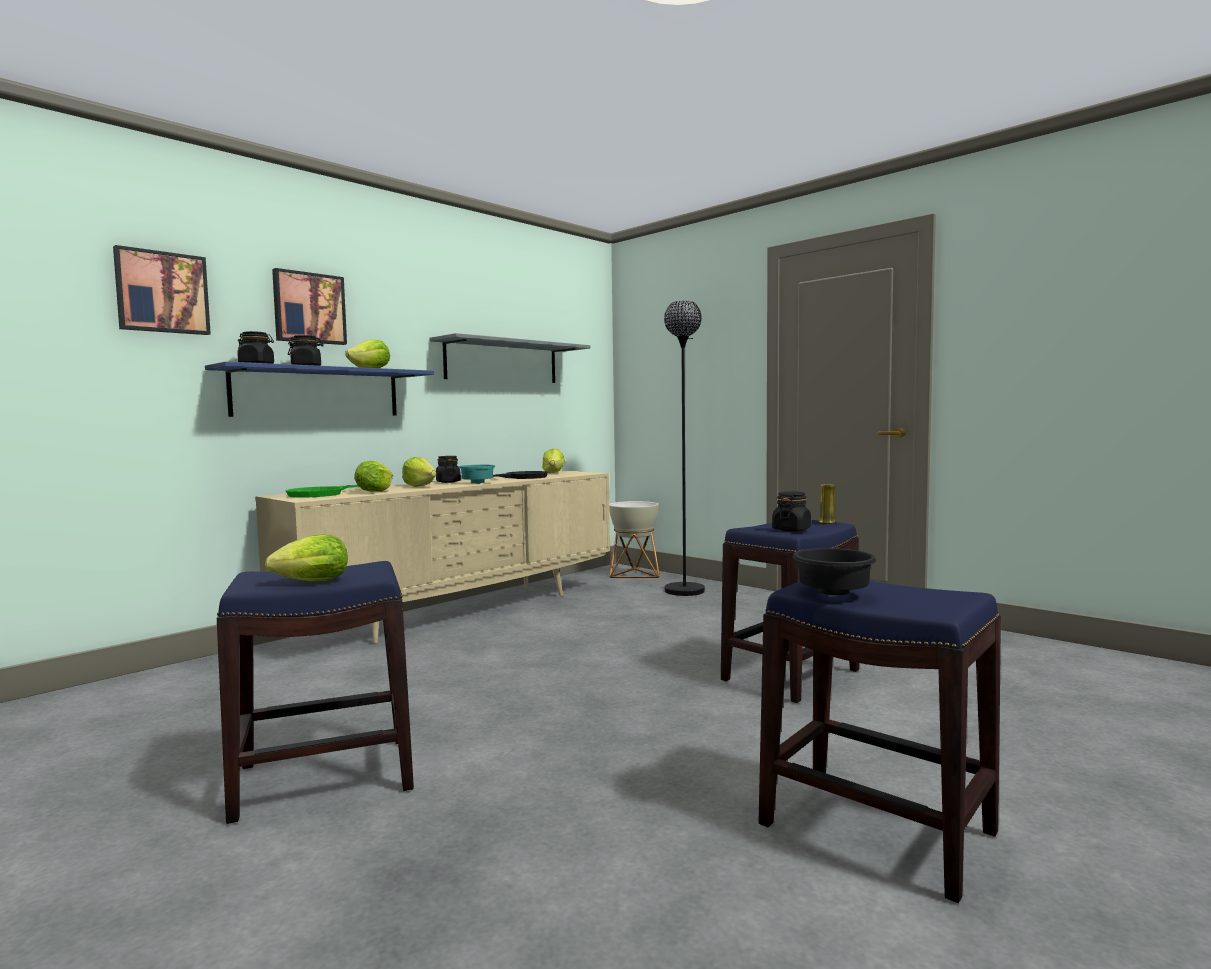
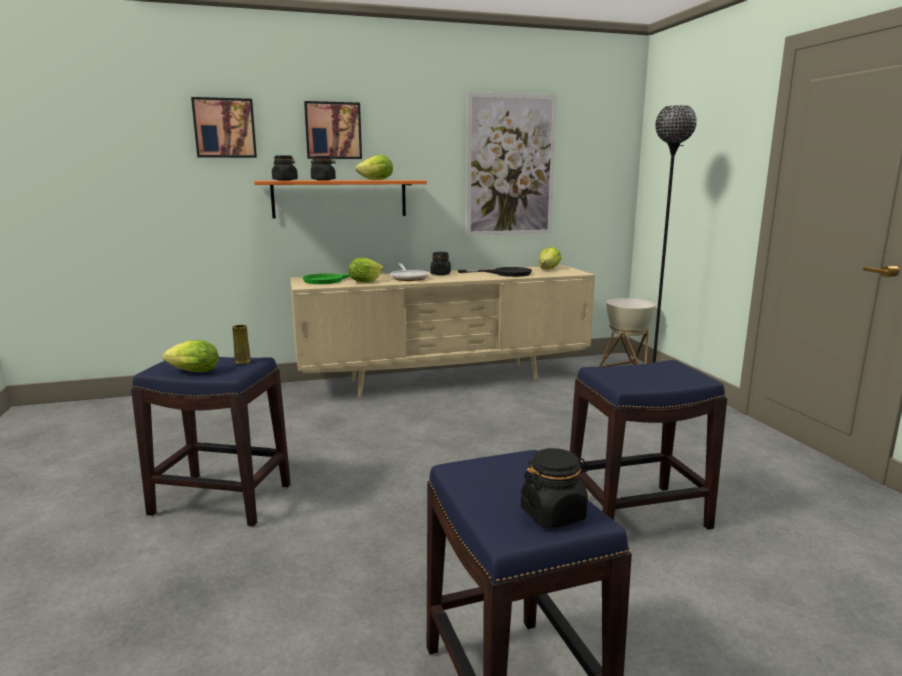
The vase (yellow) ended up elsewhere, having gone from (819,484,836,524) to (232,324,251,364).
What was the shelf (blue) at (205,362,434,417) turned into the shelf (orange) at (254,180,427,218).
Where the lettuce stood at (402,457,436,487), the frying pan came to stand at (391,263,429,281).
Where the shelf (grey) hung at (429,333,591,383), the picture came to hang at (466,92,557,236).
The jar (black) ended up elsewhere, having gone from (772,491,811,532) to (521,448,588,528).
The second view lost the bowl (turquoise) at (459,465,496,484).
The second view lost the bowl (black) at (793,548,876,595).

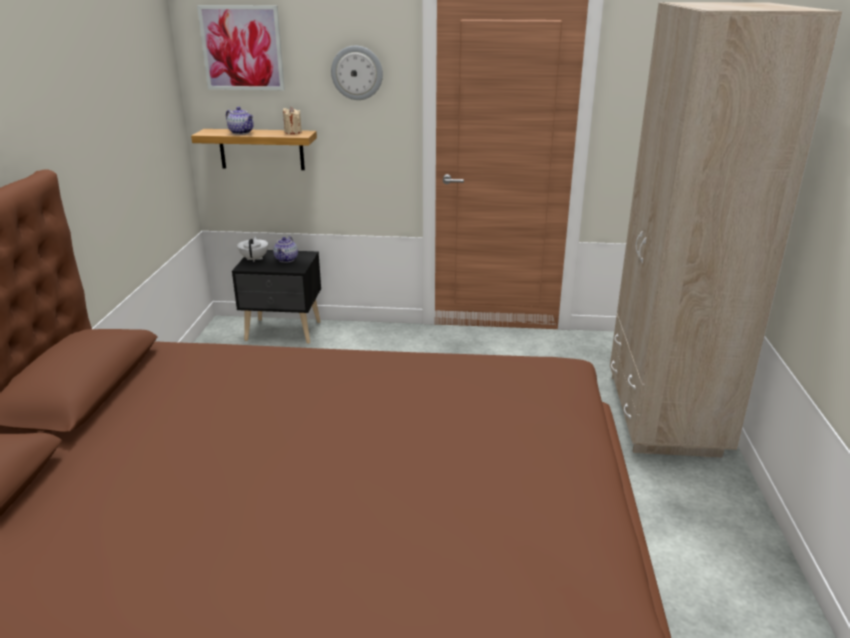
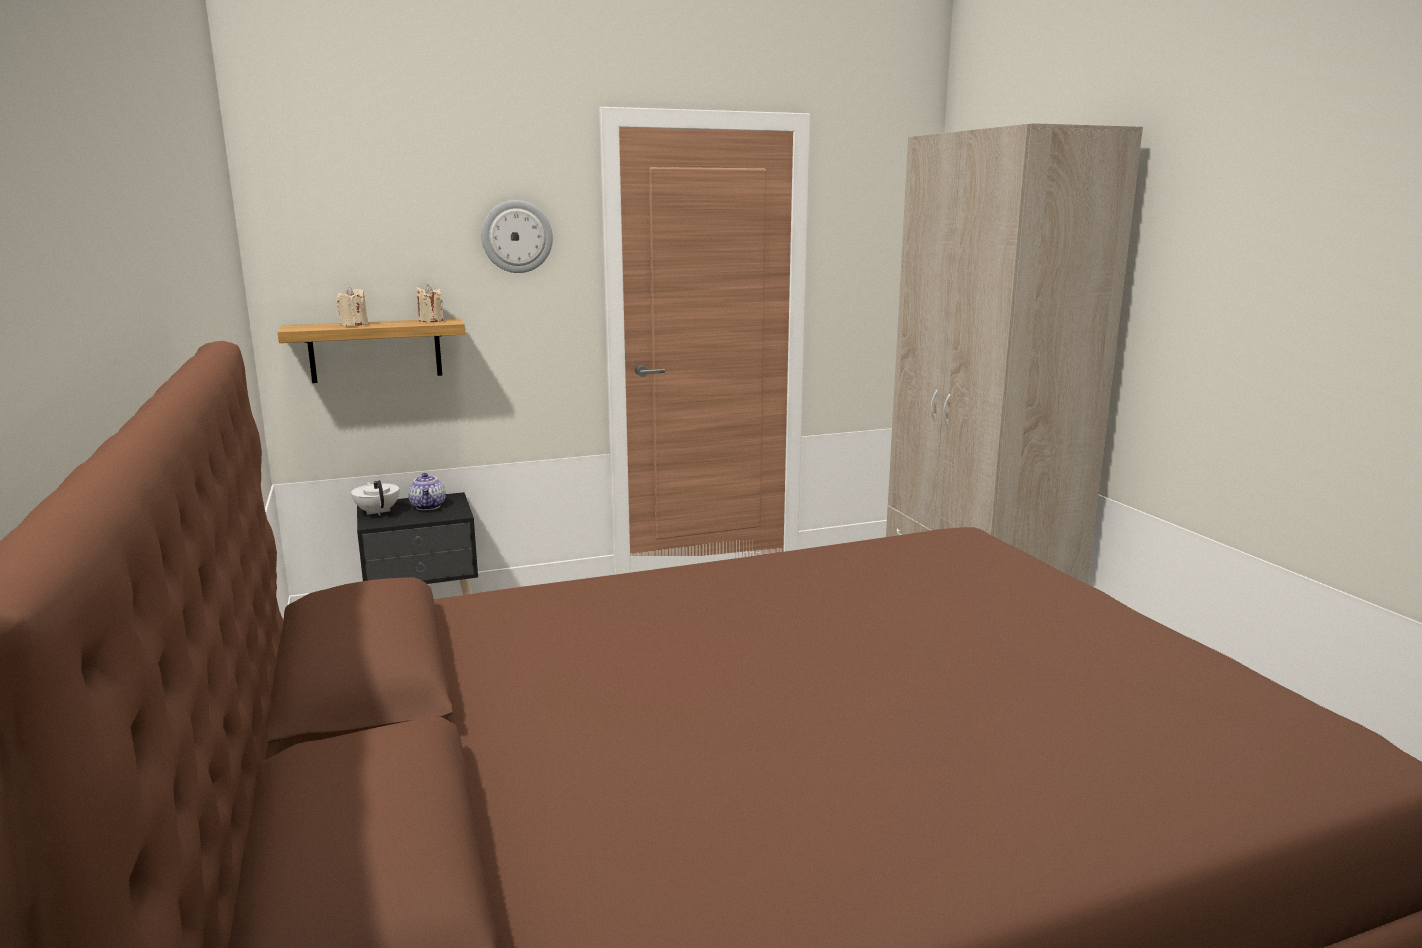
Where the teapot stood at (226,107,254,135), the candle (beige) came to stand at (336,287,368,326).
The second view lost the picture at (197,5,285,90).

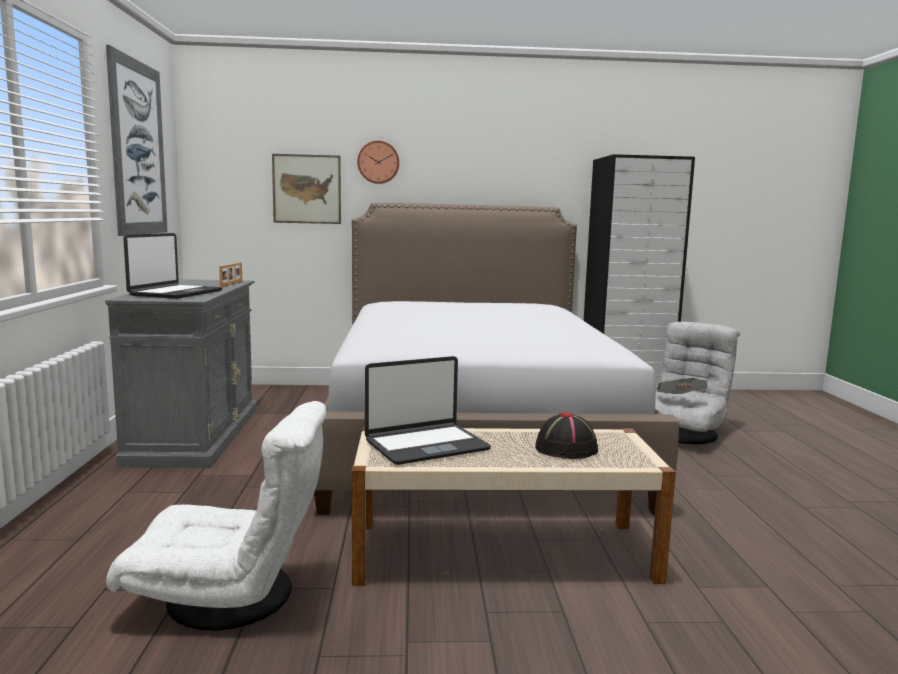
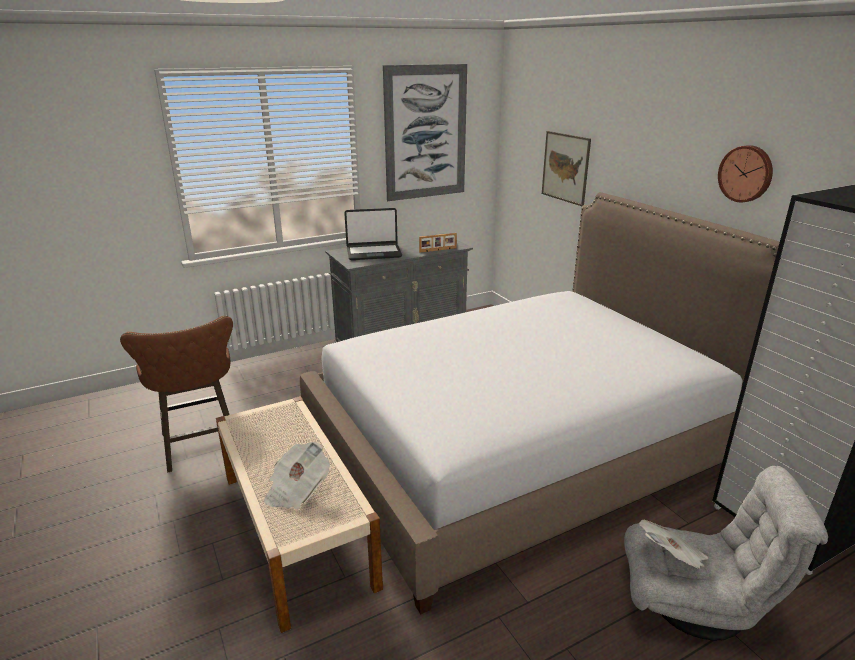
Where the armchair (white) stood at (106,401,326,631), the stool (brown) came to stand at (120,316,239,473).
Where the hat (black) stood at (535,412,598,459), the newspaper came to stand at (264,442,330,510).
The wall clock ended up elsewhere, having gone from (357,141,399,184) to (718,145,773,202).
The second view lost the laptop at (365,356,491,465).

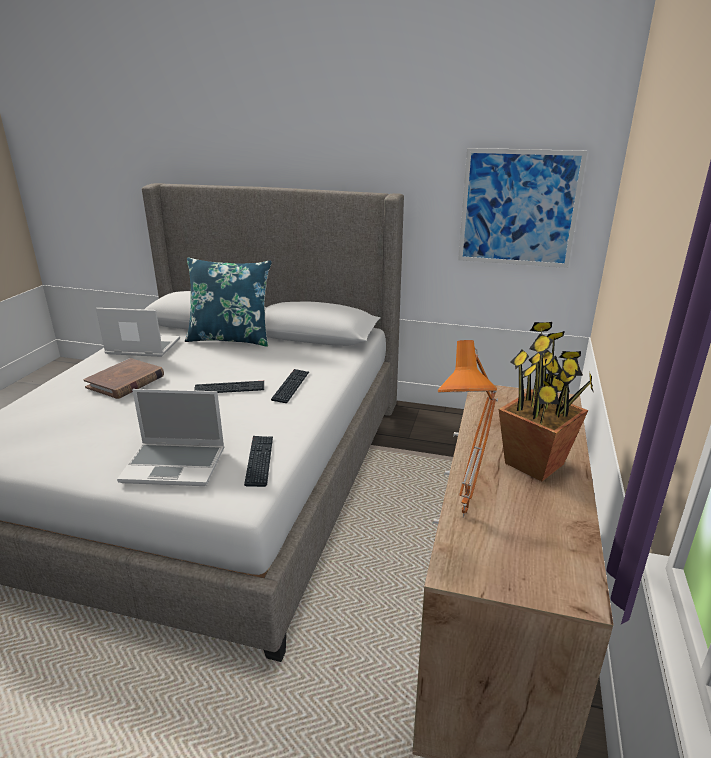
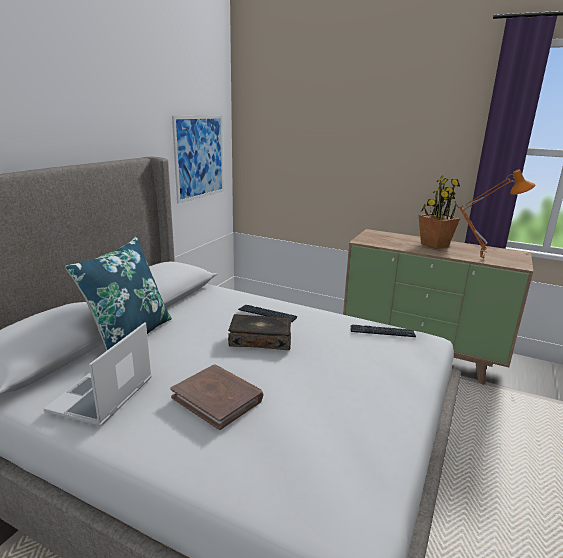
Where the keyboard stood at (194,381,264,393), the book came to stand at (228,314,291,350).
The second view lost the laptop at (117,389,224,486).

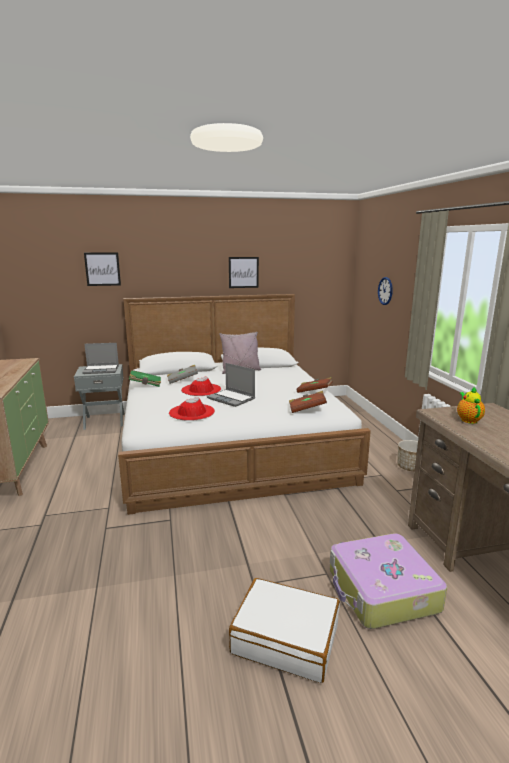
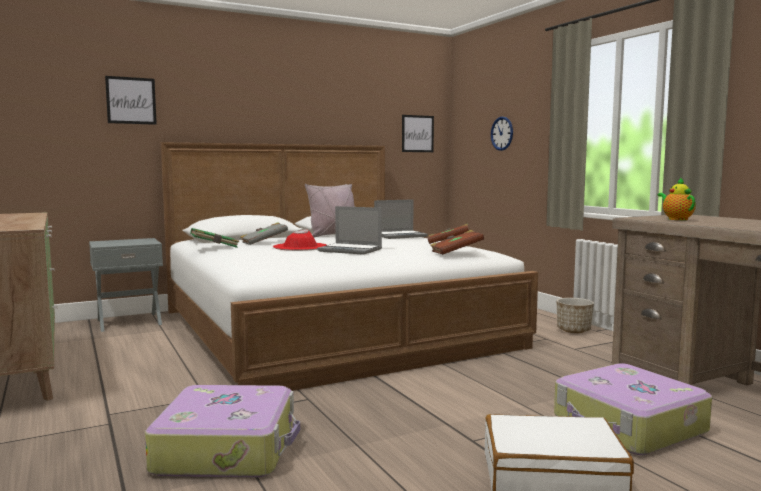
The second view gained the suitcase at (145,385,300,477).
The laptop ended up elsewhere, having gone from (82,343,119,374) to (374,199,428,239).
The picture ended up elsewhere, having gone from (229,257,259,288) to (402,115,434,152).
The second view lost the hat (red) at (169,397,215,421).

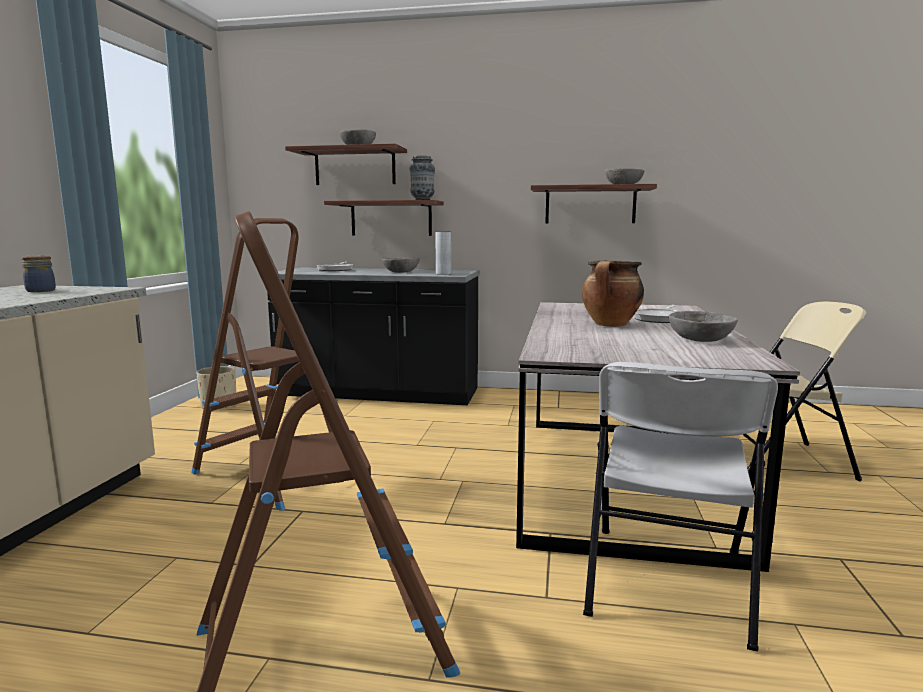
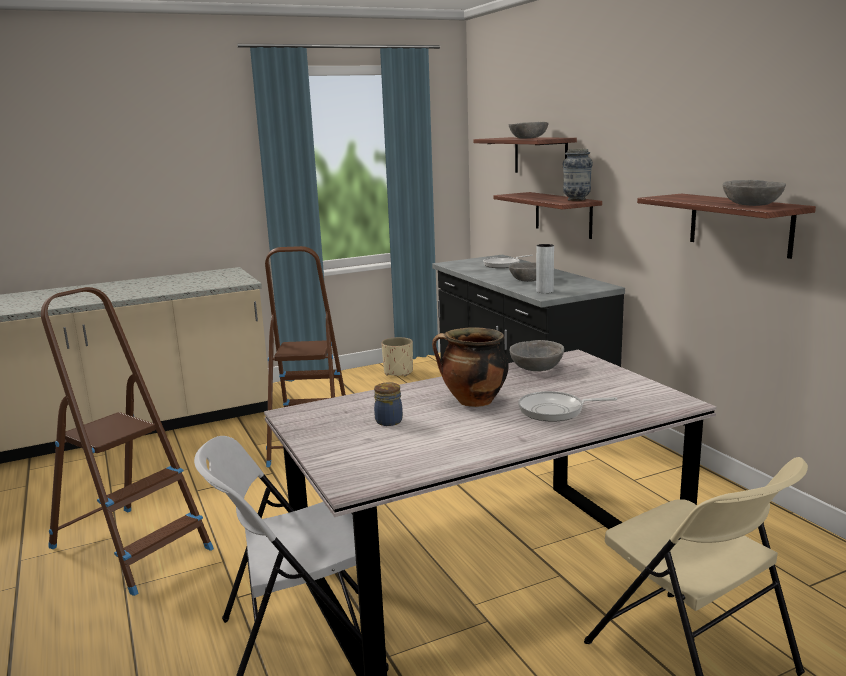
The jar ended up elsewhere, having gone from (22,255,56,292) to (374,382,403,426).
The bowl (grey) ended up elsewhere, having gone from (669,311,738,342) to (510,340,564,371).

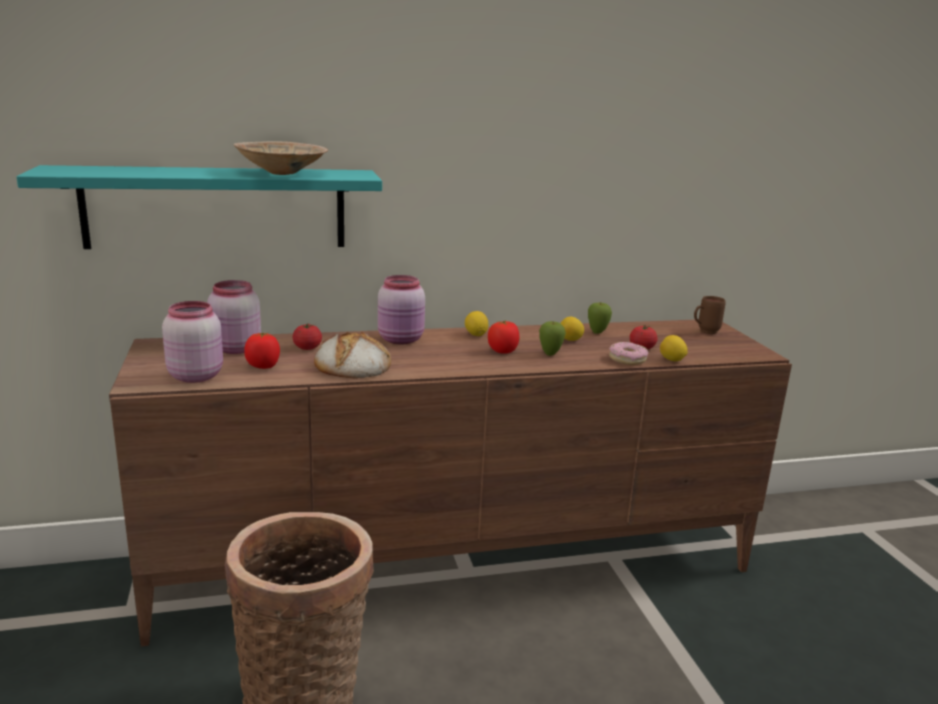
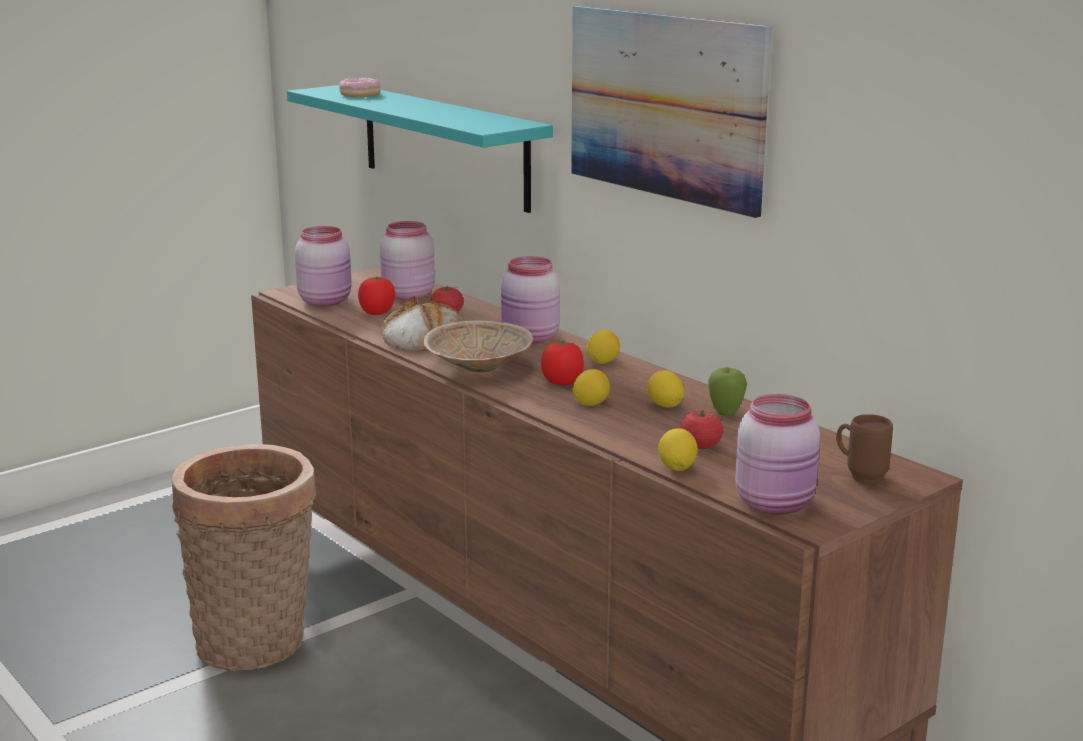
The donut ended up elsewhere, having gone from (609,342,648,365) to (339,77,381,97).
The bowl (beige) ended up elsewhere, having gone from (234,141,328,175) to (423,321,533,373).
The second view gained the picture at (571,6,772,218).
Where the apple stood at (539,321,566,356), the lemon came to stand at (572,369,610,406).
The second view gained the jar (pink) at (735,394,820,515).

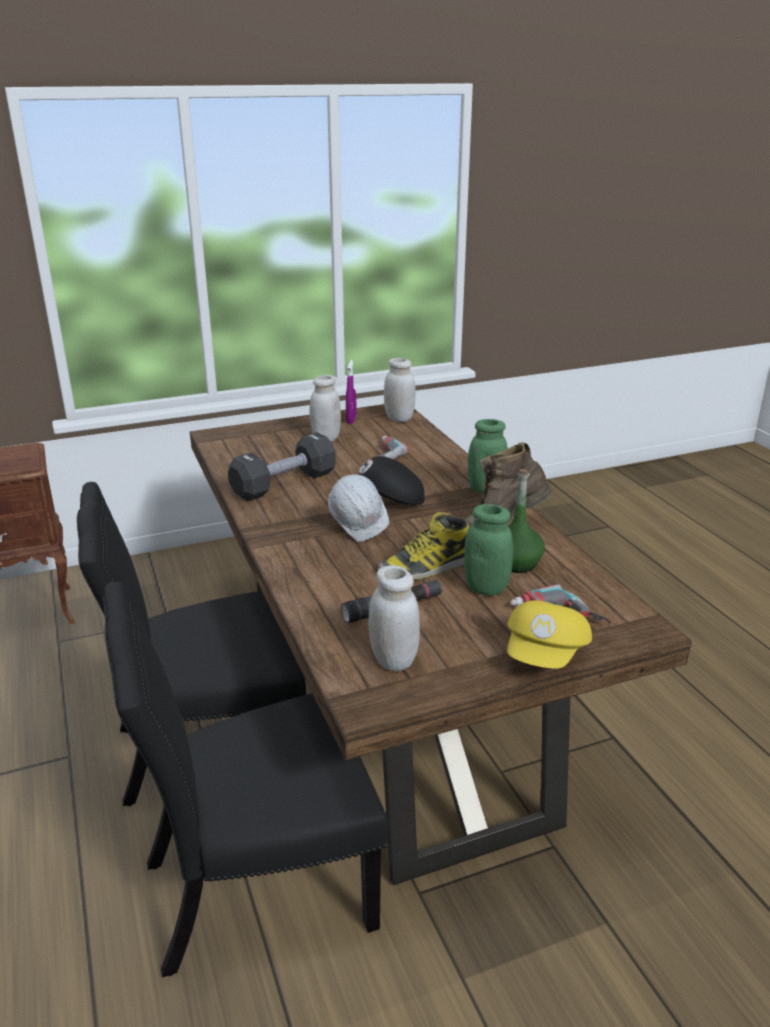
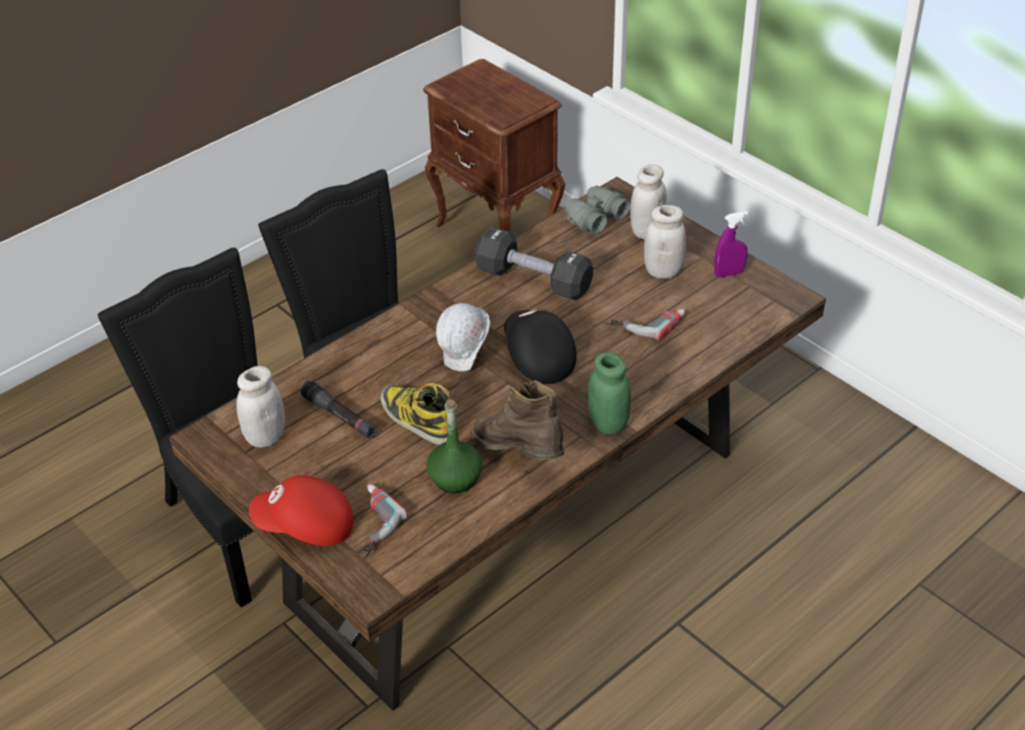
What was the cap (yellow) at (507,600,592,668) turned into the cap (red) at (249,475,353,546).
The second view gained the binoculars (grey) at (565,185,631,234).
The jar (white) ended up elsewhere, having gone from (384,358,416,422) to (630,164,667,239).
The second view lost the jar (green) at (464,504,513,596).

